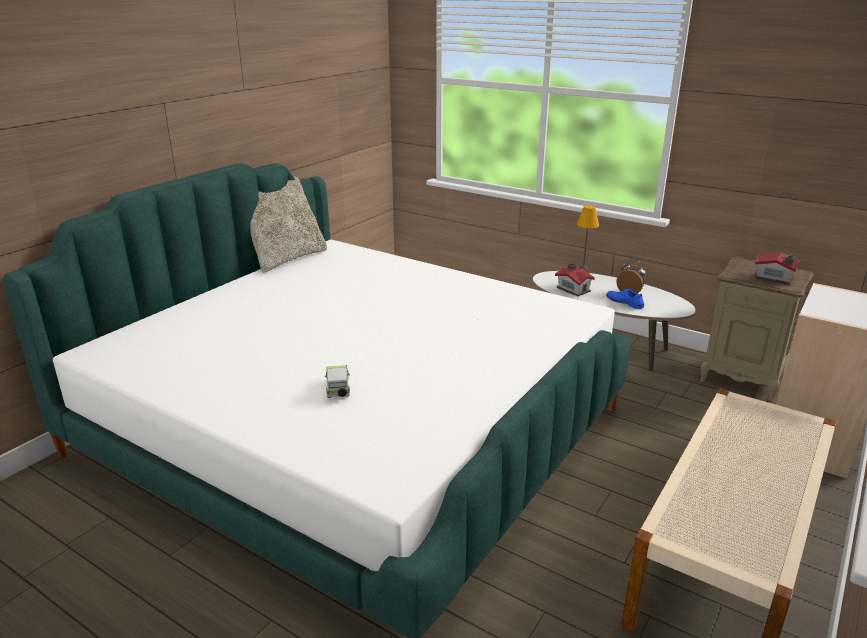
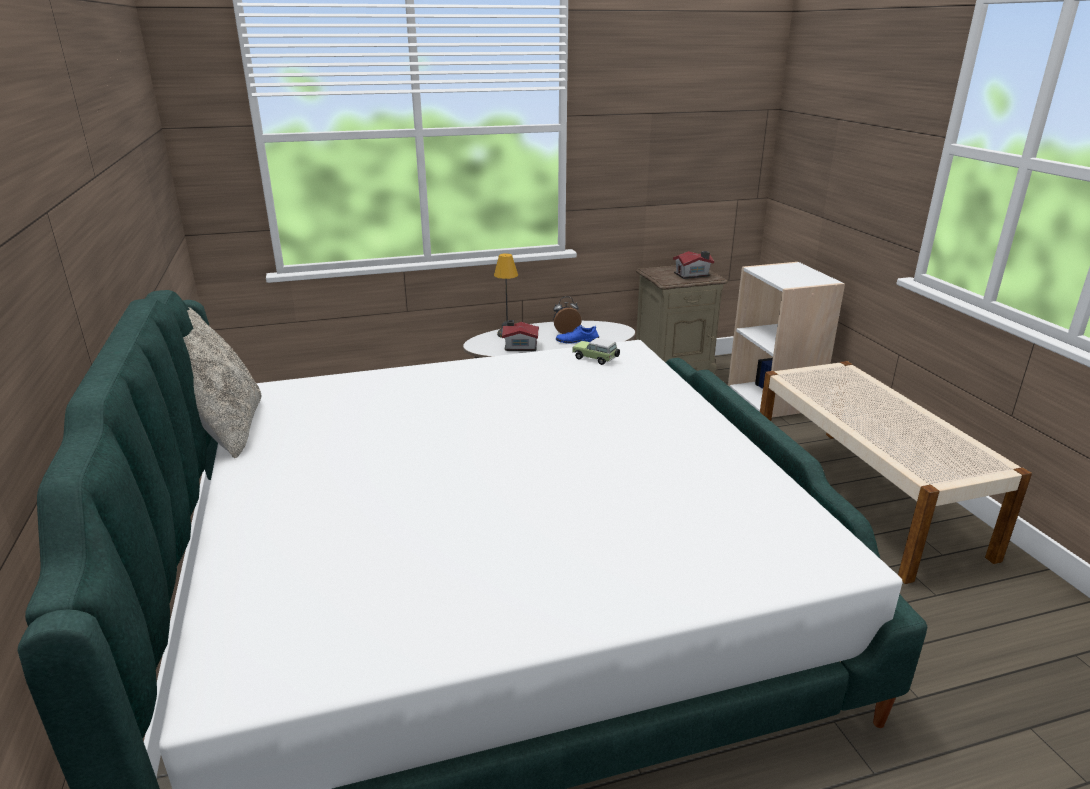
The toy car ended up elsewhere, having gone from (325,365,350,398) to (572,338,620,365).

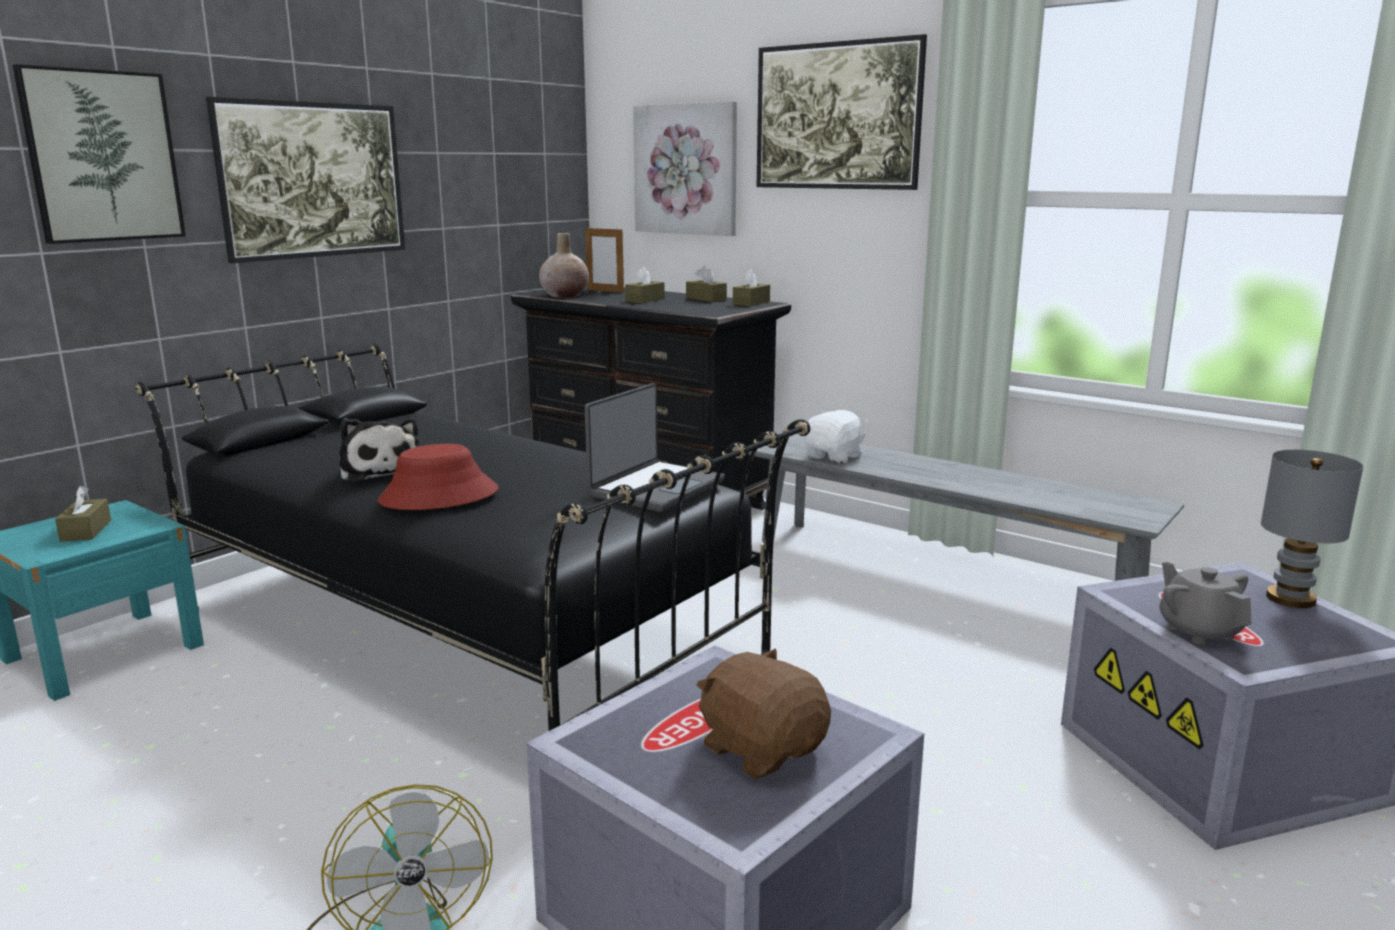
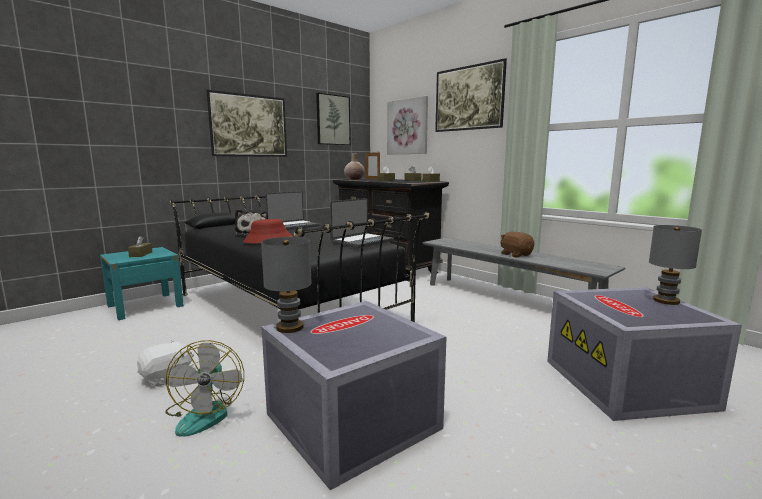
The plush toy (white) ended up elsewhere, having gone from (804,410,868,463) to (137,340,194,387).
The second view gained the table lamp (grey) at (261,237,312,333).
The second view gained the laptop at (265,191,319,230).
The picture ended up elsewhere, having gone from (13,64,186,244) to (316,93,351,145).
The plush toy (brown) ended up elsewhere, having gone from (696,648,831,779) to (501,232,534,258).
The second view lost the teapot (grey) at (1159,562,1252,645).

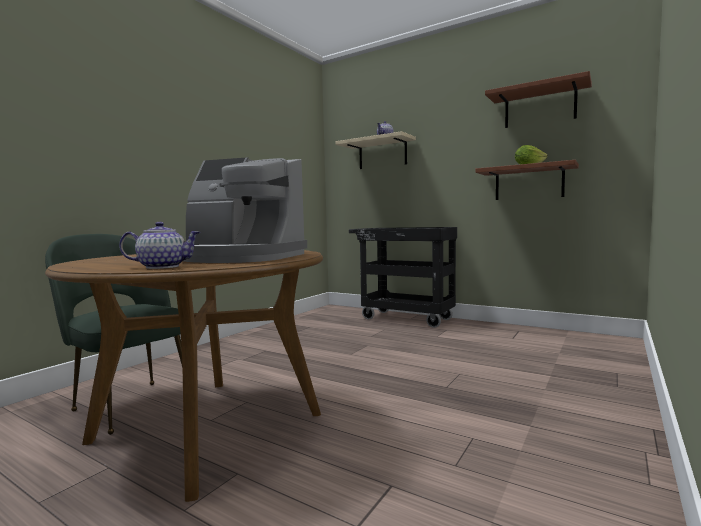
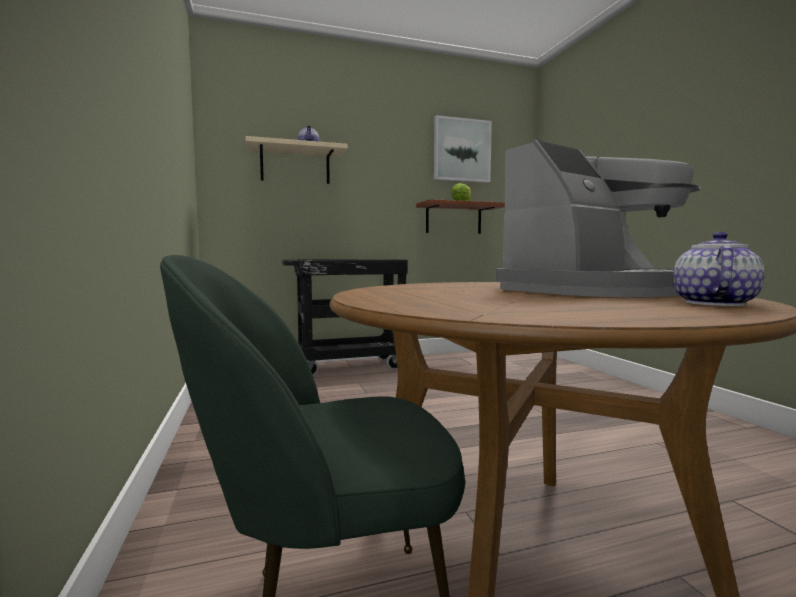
Where the shelf (brown) hung at (485,71,592,128), the picture came to hang at (434,115,492,183).

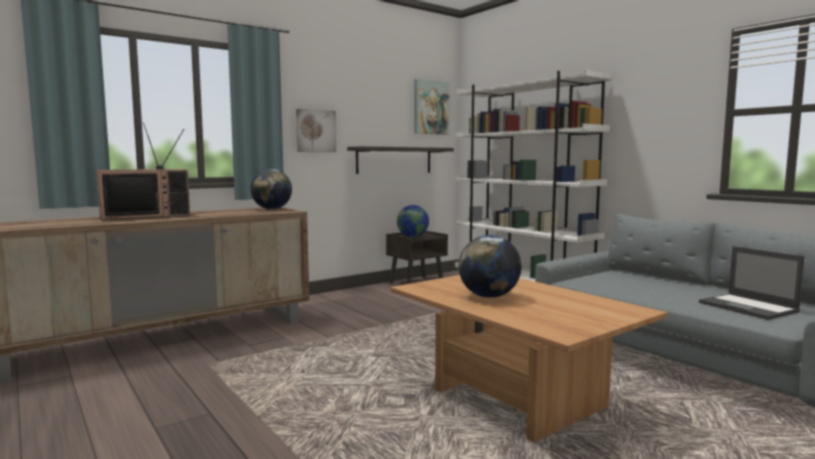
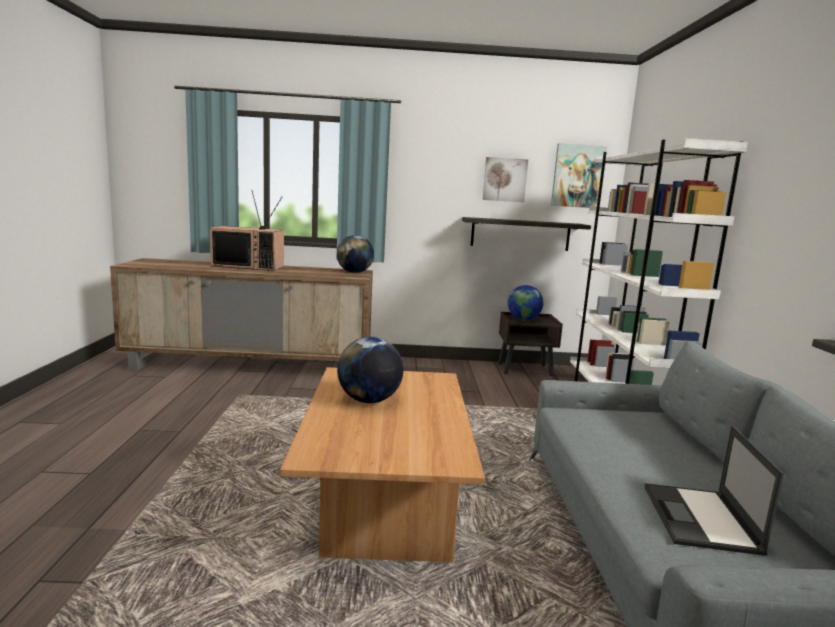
The picture ended up elsewhere, having gone from (296,109,336,152) to (483,157,528,202).

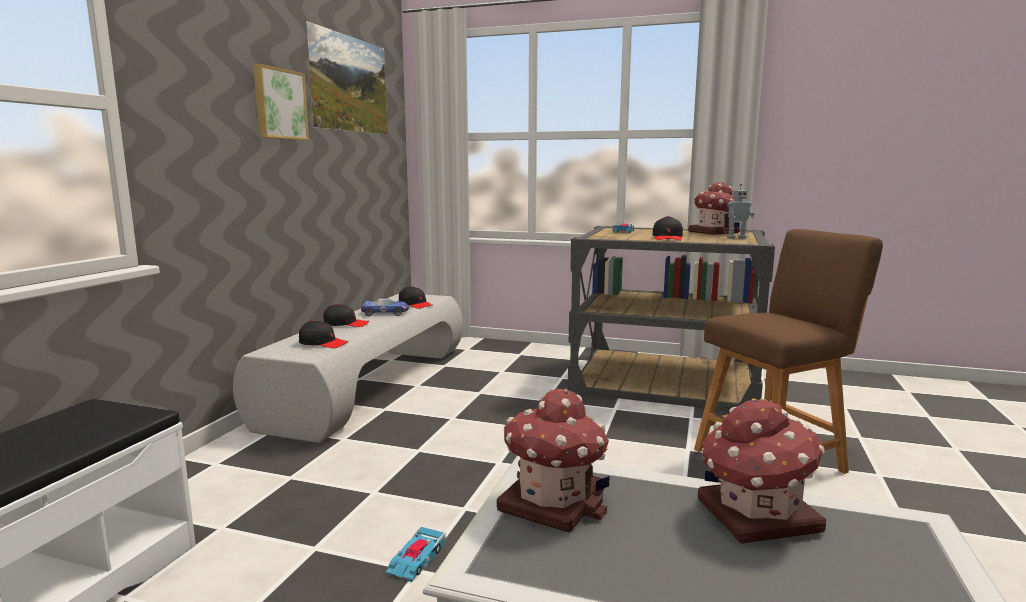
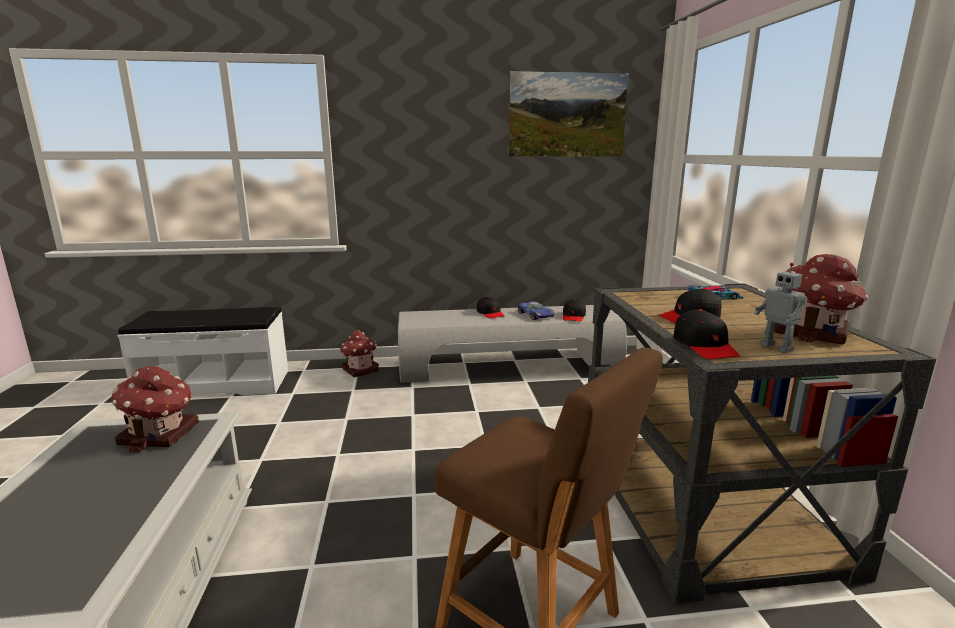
The toy house ended up elsewhere, having gone from (698,398,826,544) to (340,330,379,377).
The cap (black) ended up elsewhere, having gone from (299,320,349,348) to (673,309,740,359).
The second view lost the picture at (253,64,309,140).
The second view lost the toy car at (386,526,446,582).

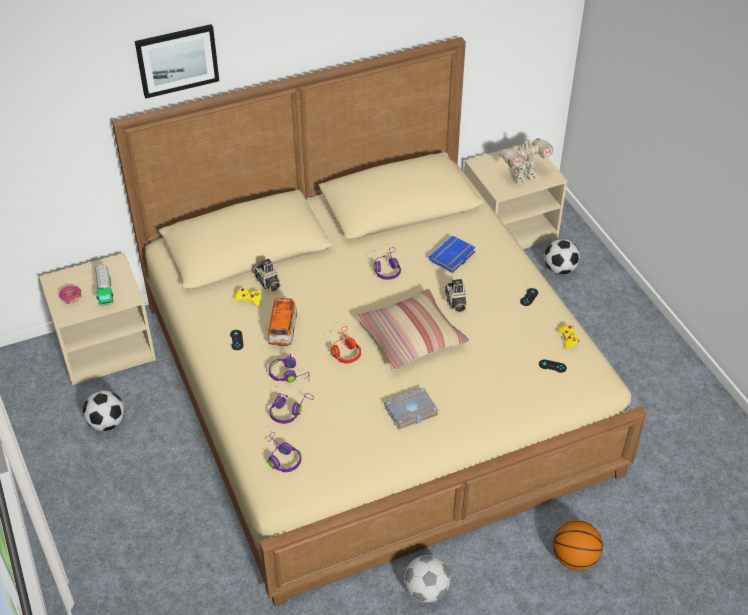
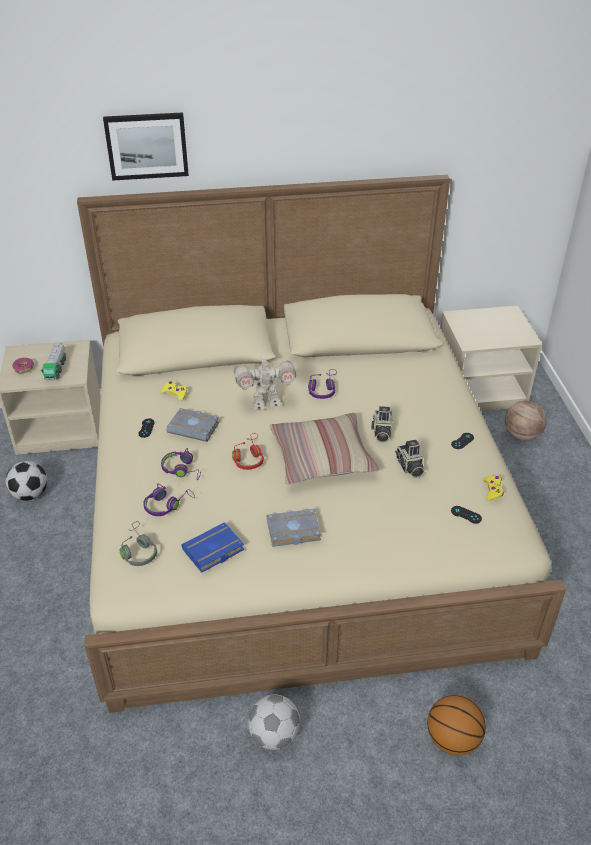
What was the headphones (purple) at (267,432,301,472) turned into the headphones (grey) at (120,521,157,566).
Where the toy car stood at (267,298,297,346), the book (grey) came to stand at (166,408,219,442).
The book (blue) ended up elsewhere, having gone from (429,236,476,273) to (181,522,244,573).
The toy robot ended up elsewhere, having gone from (499,138,553,184) to (234,356,296,410).
The photo camera ended up elsewhere, having gone from (253,259,281,291) to (395,440,425,478).
Where the football stood at (544,239,580,274), the basketball came to stand at (505,401,547,441).

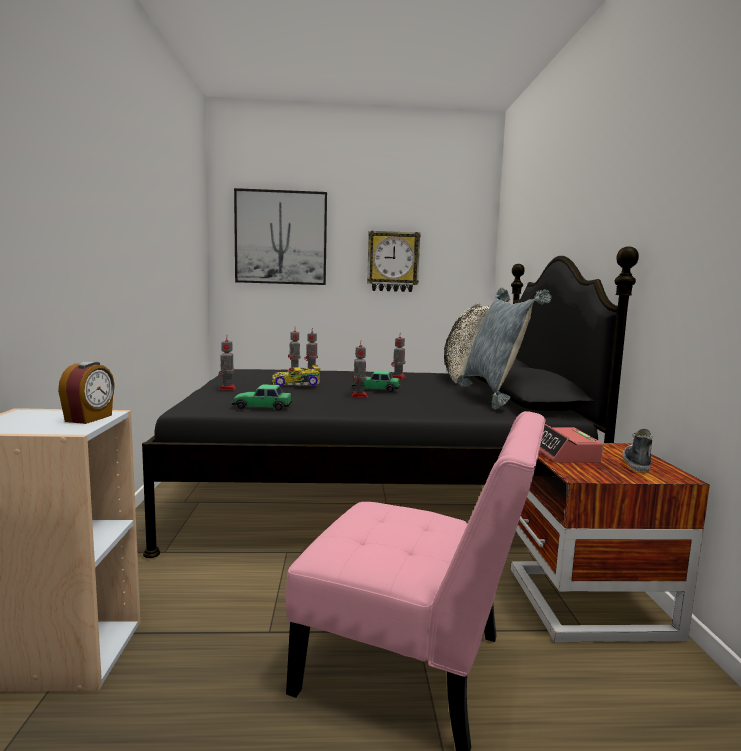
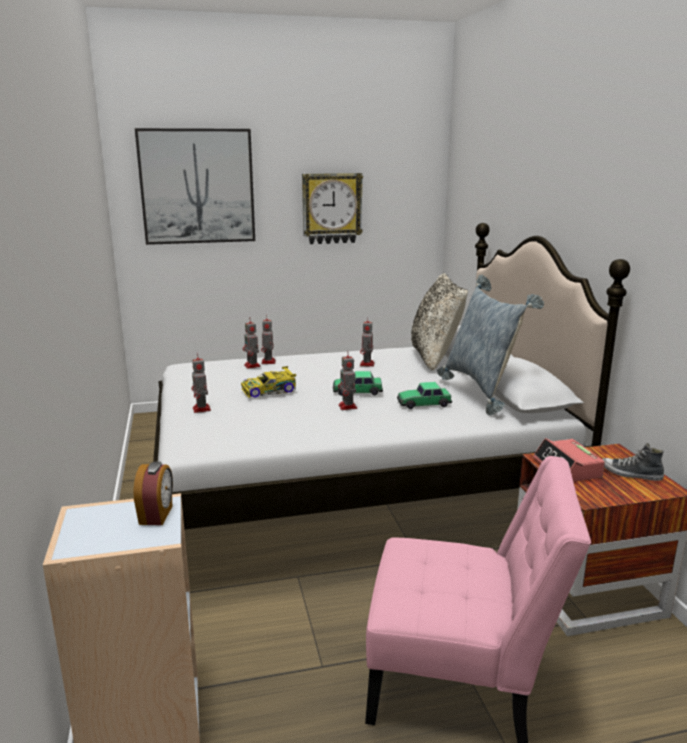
What was the bed (black) at (142,247,639,558) turned into the bed (white) at (153,223,630,530).
The toy car ended up elsewhere, having gone from (232,384,292,411) to (397,382,452,409).
The shoe at (623,429,652,472) ended up facing another way, 75 degrees counterclockwise from before.

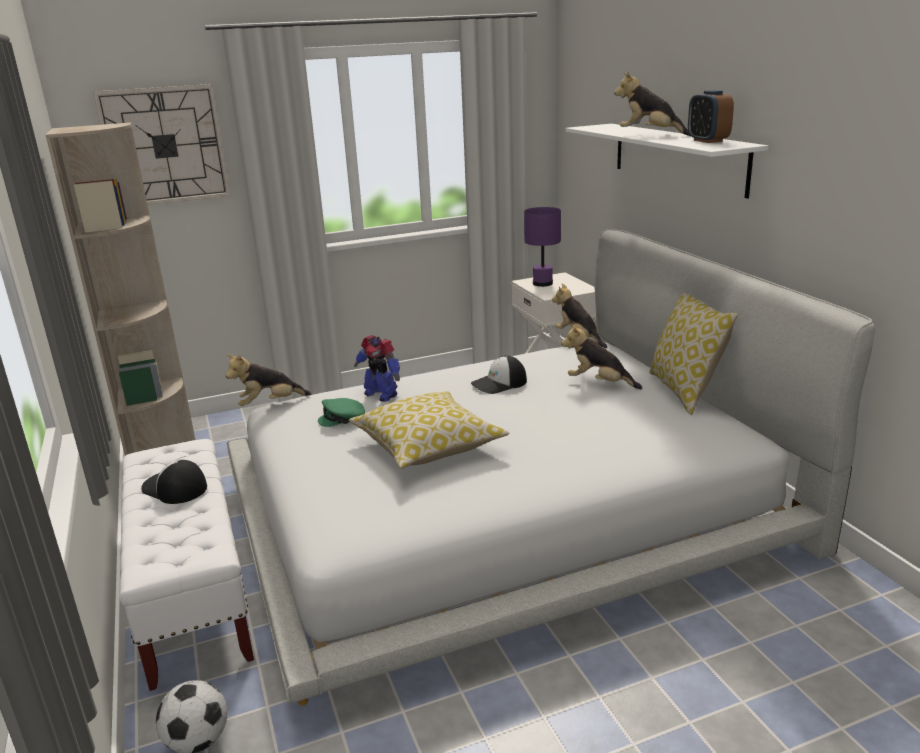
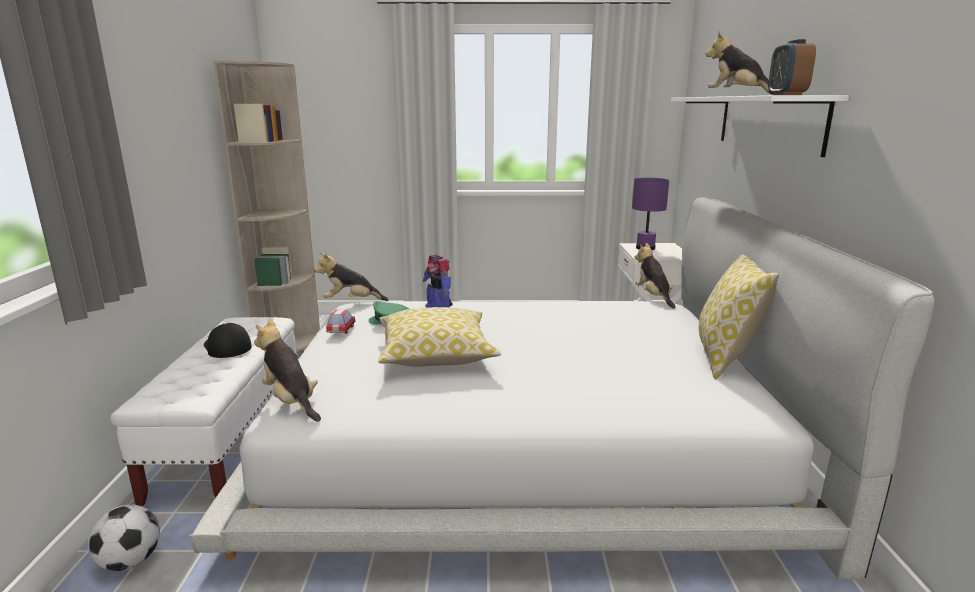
The plush toy ended up elsewhere, having gone from (561,323,642,389) to (254,318,321,422).
The second view gained the toy car at (326,309,356,334).
The second view lost the wall clock at (93,84,230,205).
The second view lost the cap at (471,355,527,394).

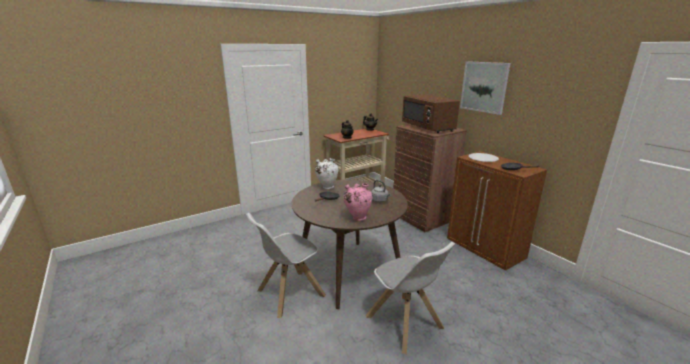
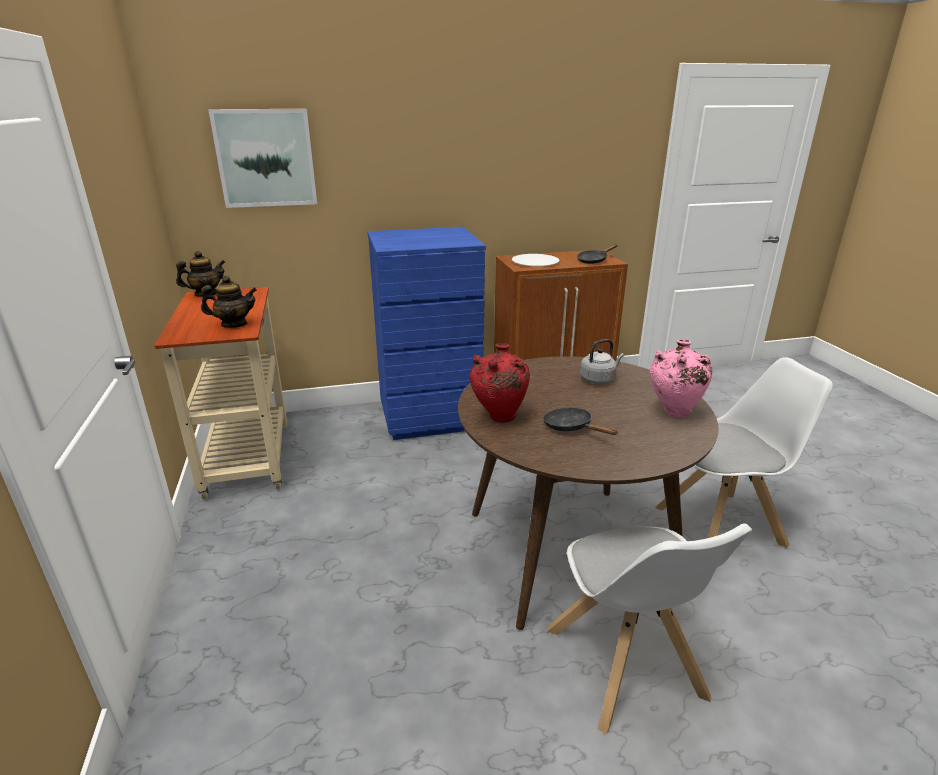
The picture ended up elsewhere, having gone from (460,61,510,115) to (208,109,317,208).
What was the dresser (brown) at (393,124,467,232) turned into the dresser (blue) at (367,227,486,440).
What was the vase (white) at (315,158,339,189) turned into the vase (red) at (470,344,530,423).
The second view lost the microwave (brown) at (402,94,460,133).

